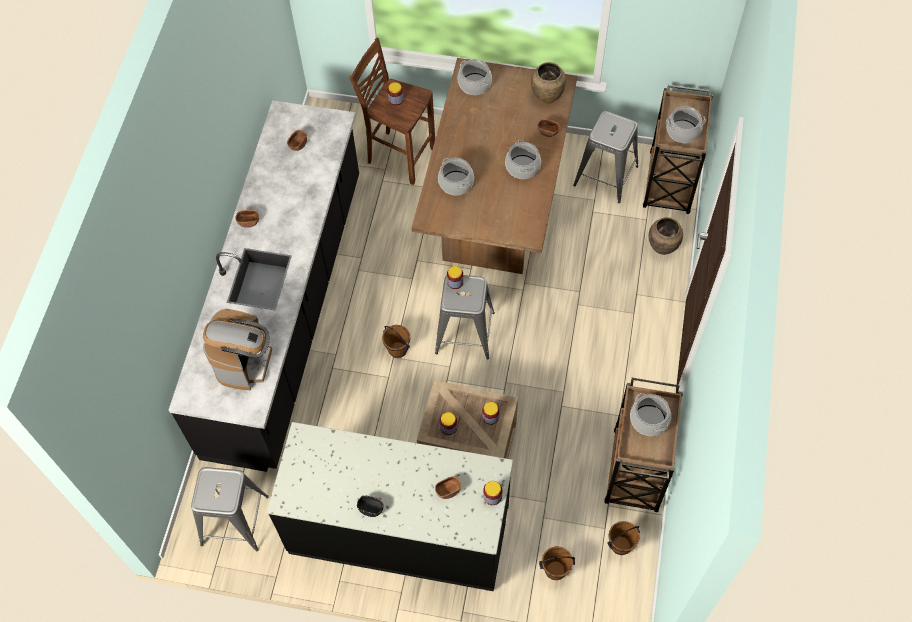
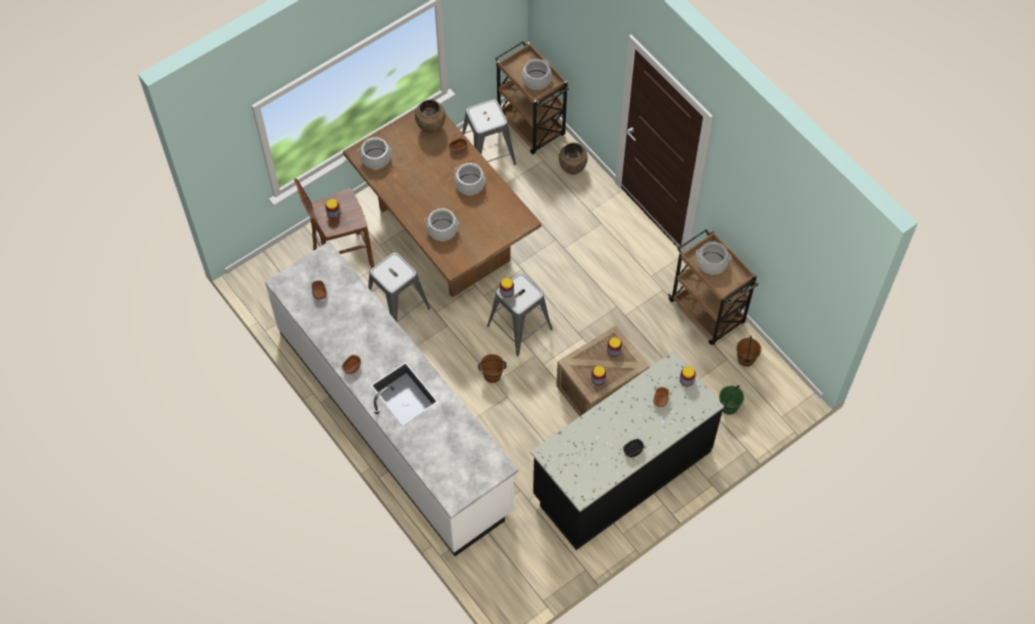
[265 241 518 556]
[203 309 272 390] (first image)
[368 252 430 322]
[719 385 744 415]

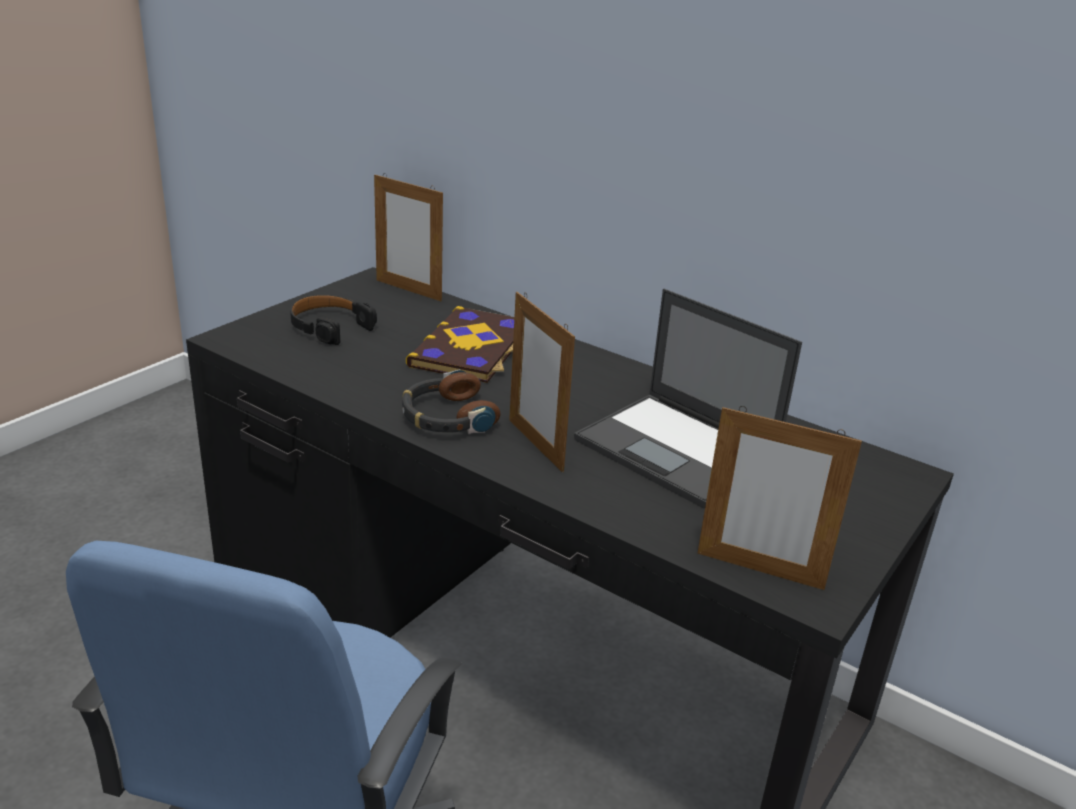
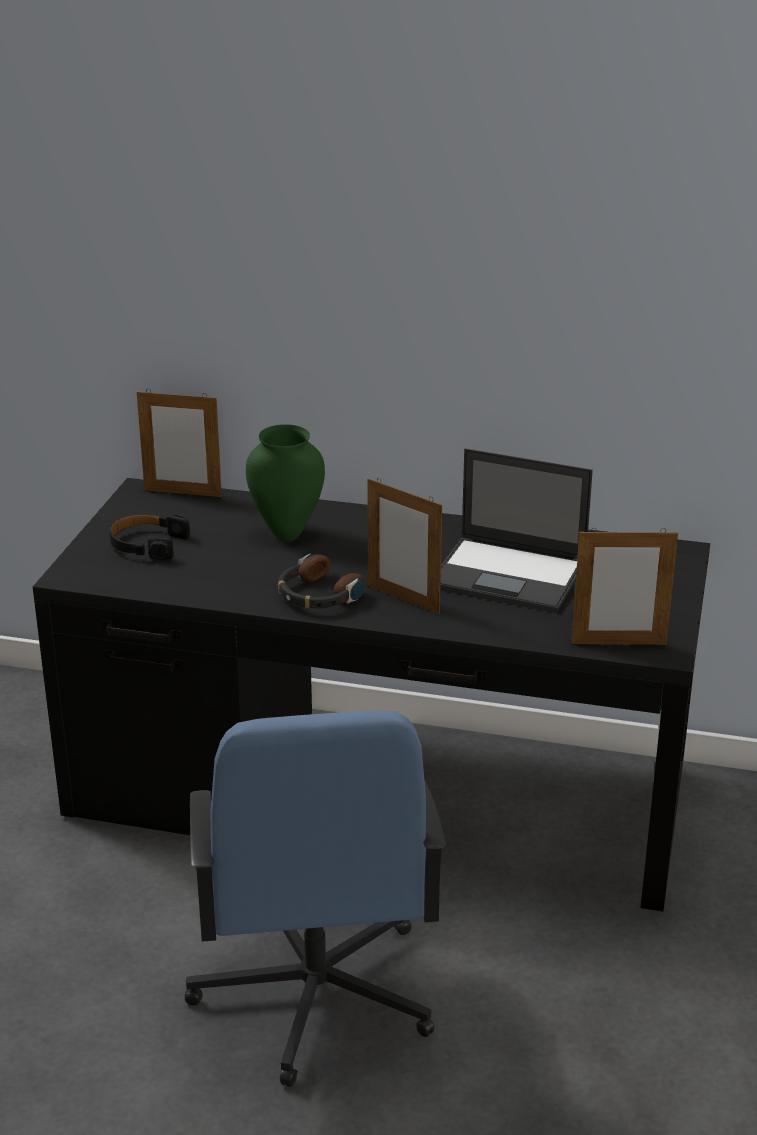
[246 424 325 541]

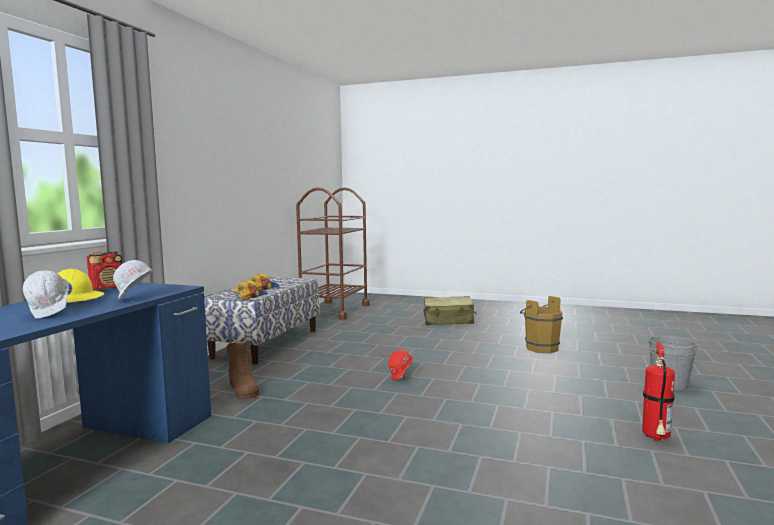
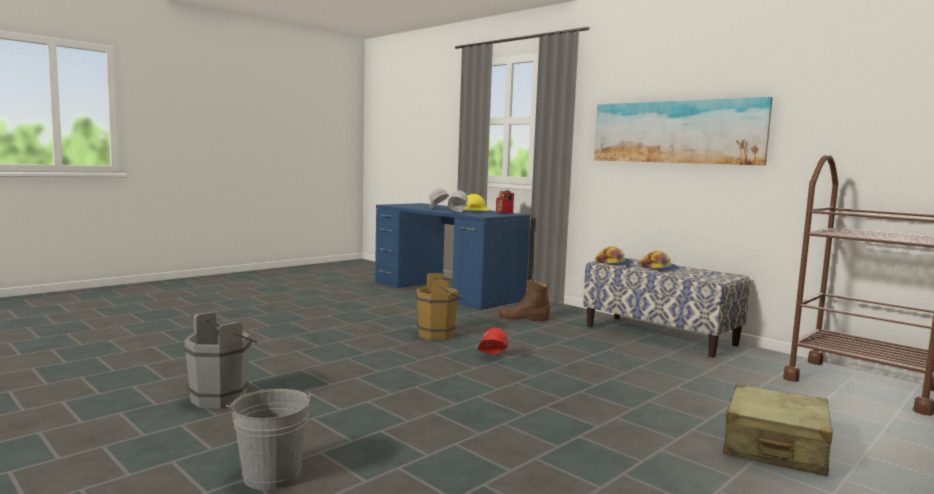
[415 273 464 340]
[183 312 257 409]
[594 97 772 165]

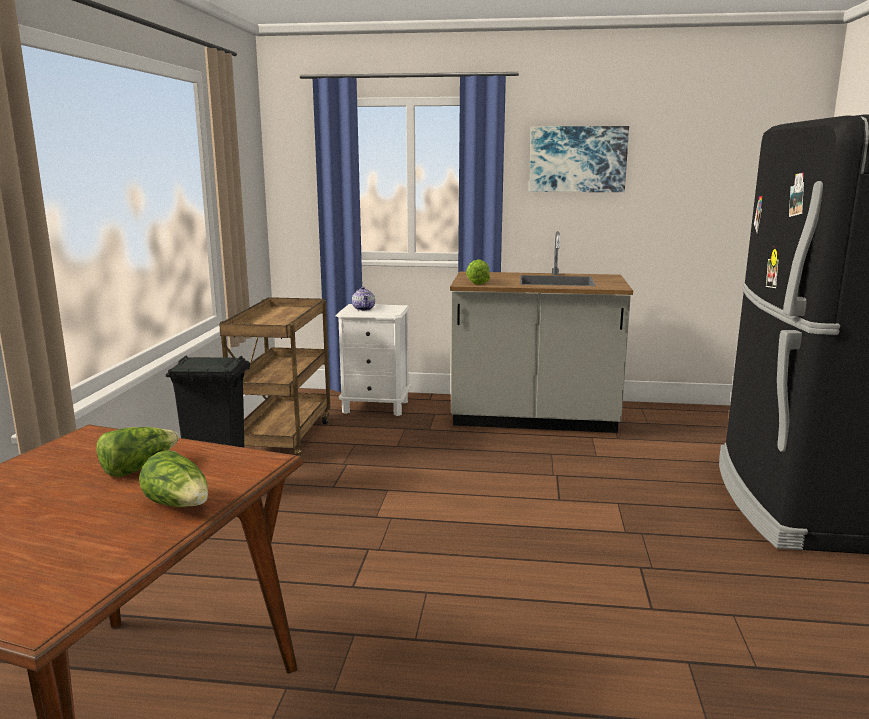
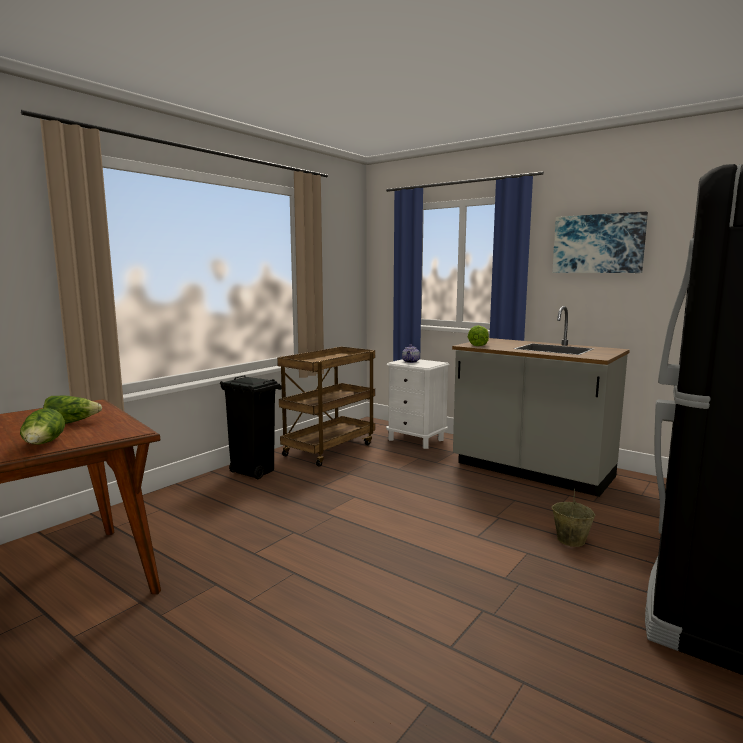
[551 489 595 547]

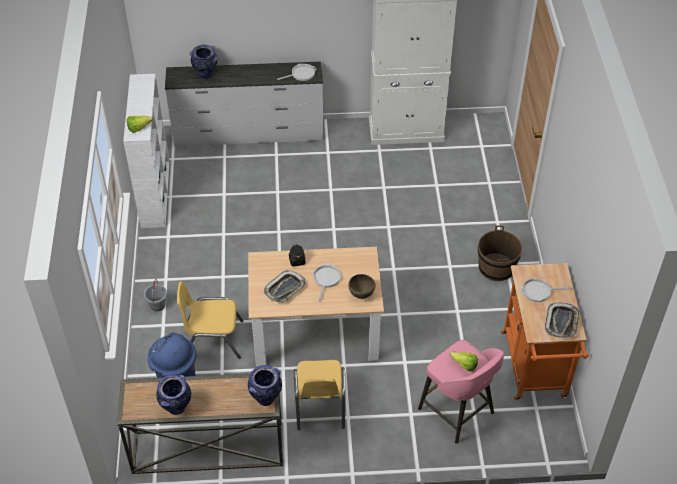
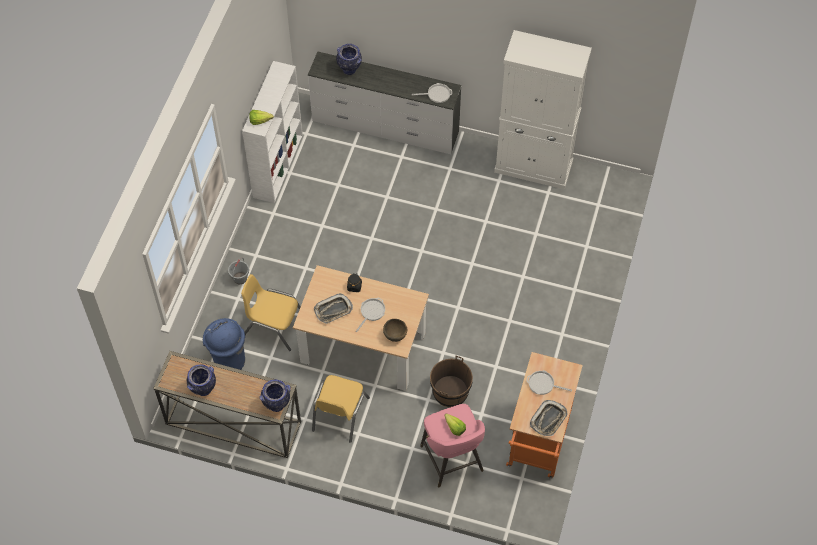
[430 356 473 407]

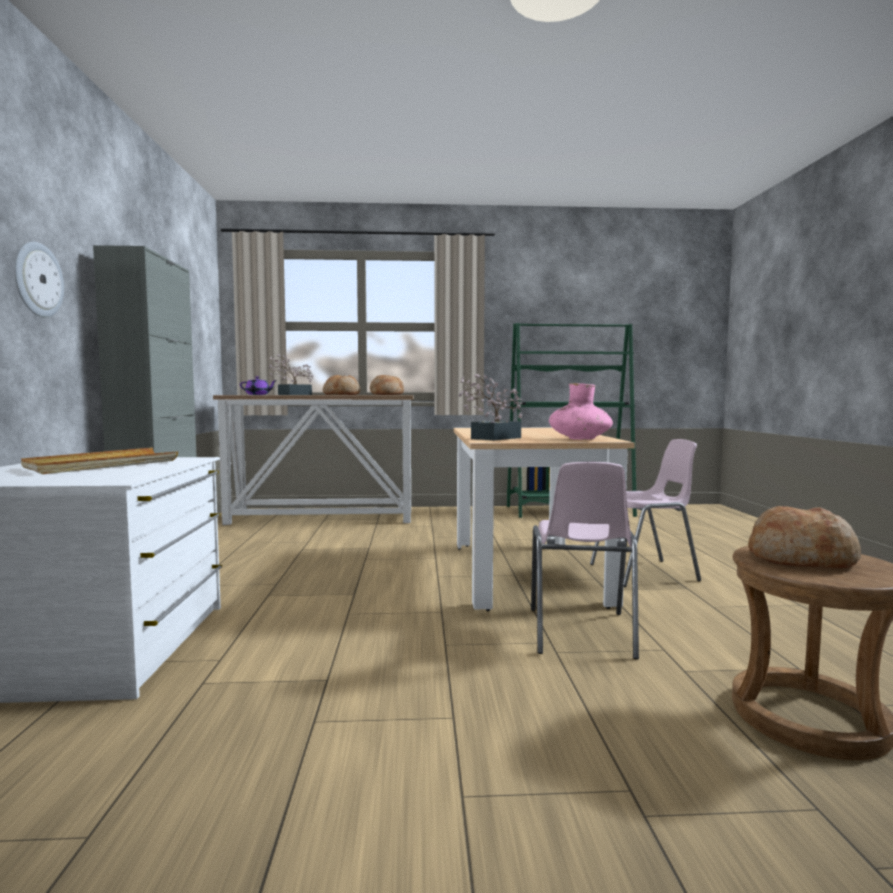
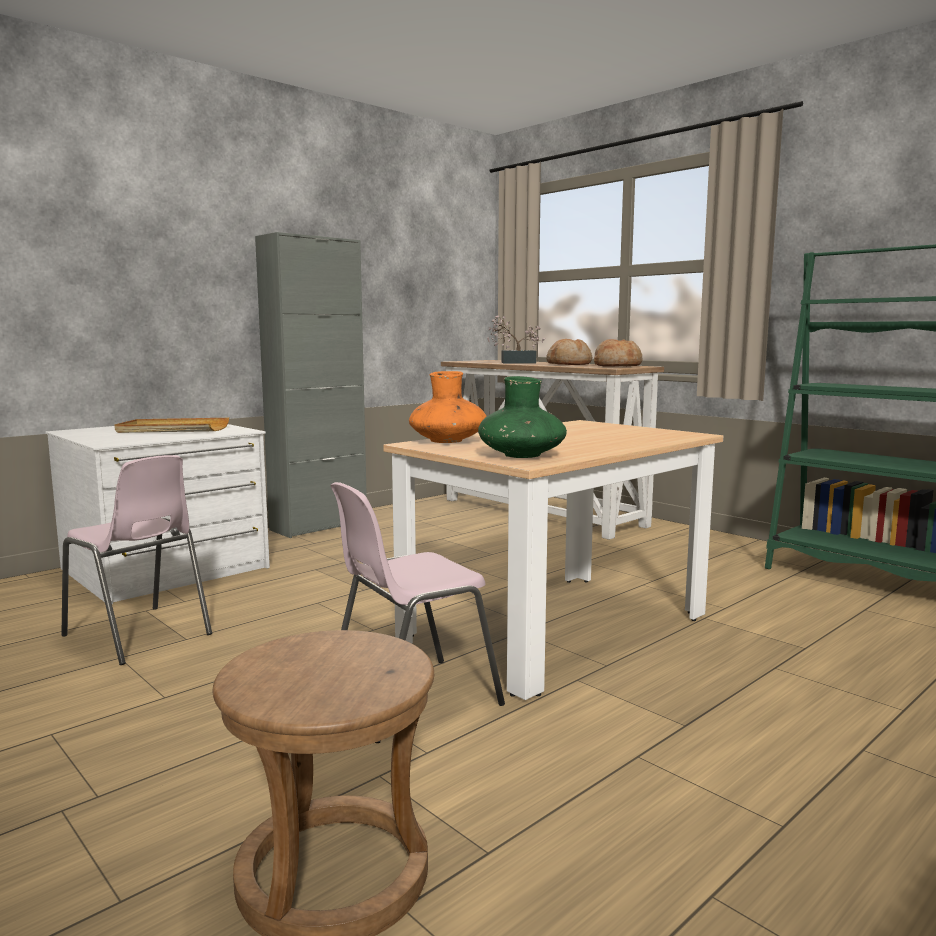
[14 242 64 317] (first image)
[409 371 487 443]
[240 376 277 395] (first image)
[478 376 567 458]
[62 455 212 665]
[748 506 861 568] (first image)

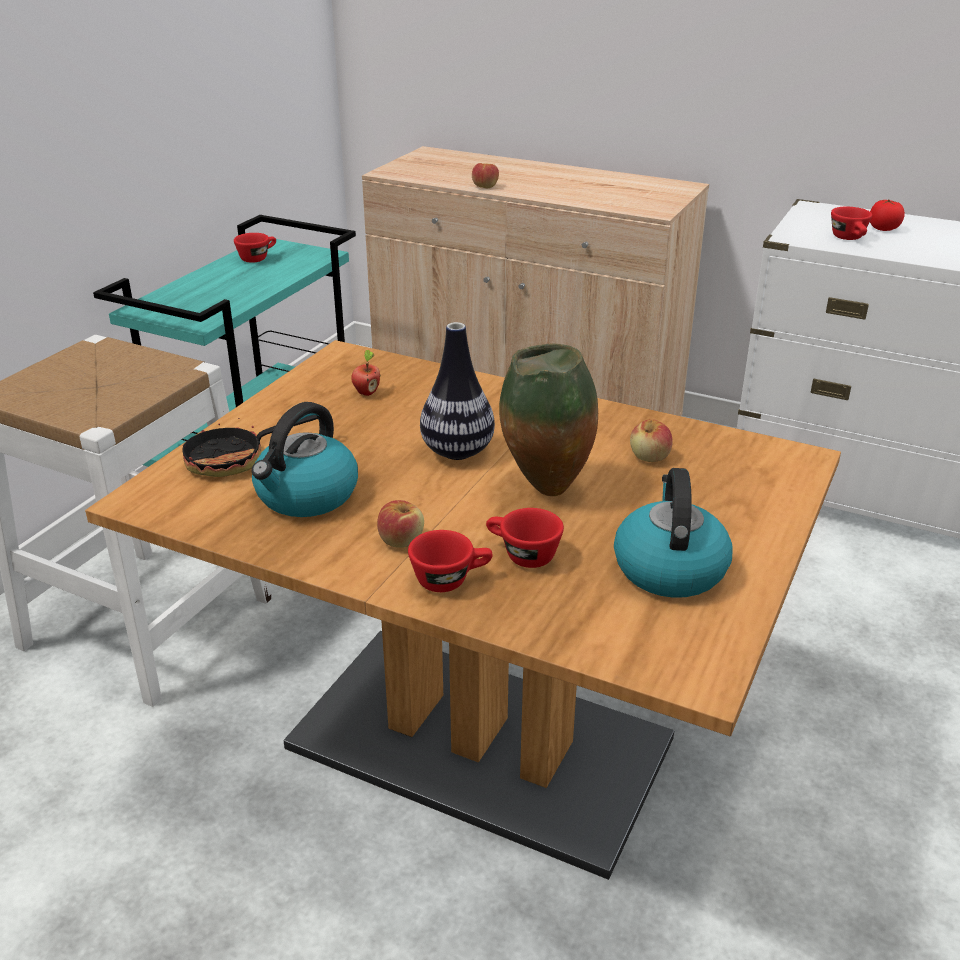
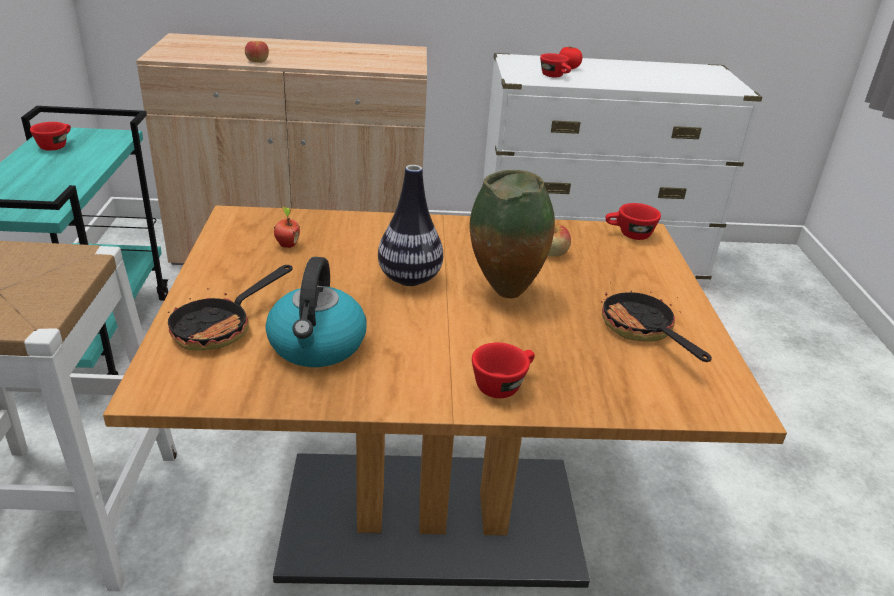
[600 282 712 362]
[377 500 424 548] (first image)
[605 203 661 240]

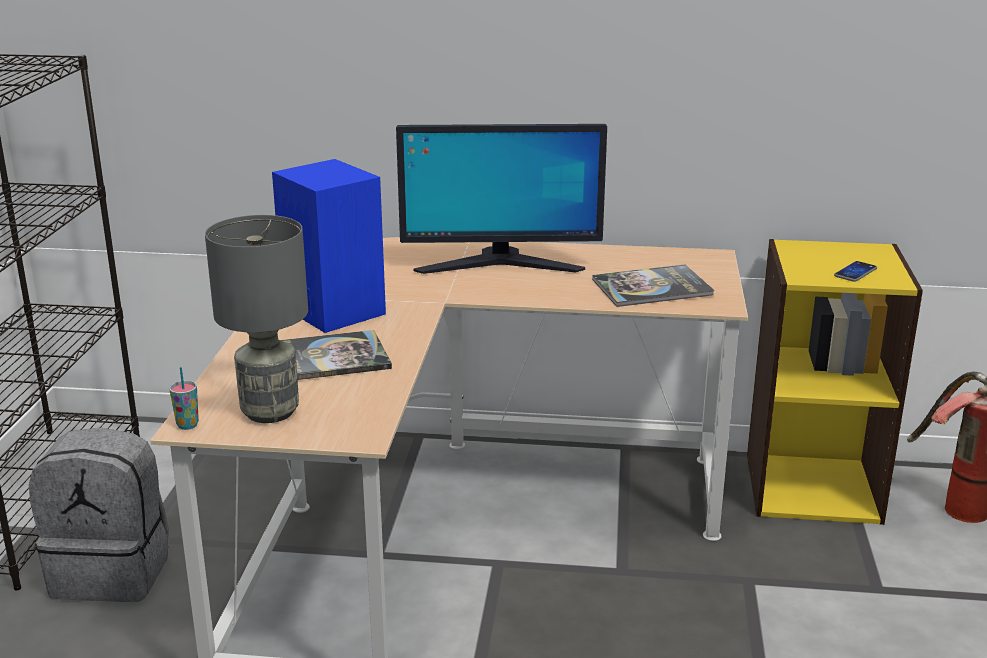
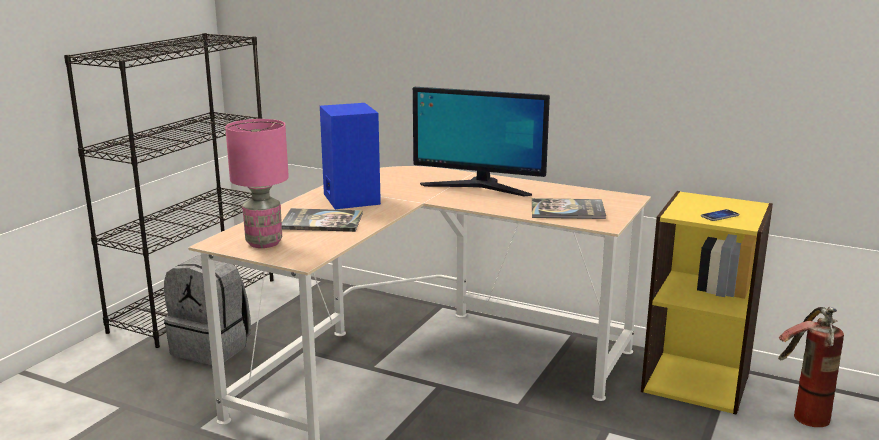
[225 119 289 248]
[169 367 199 430] (first image)

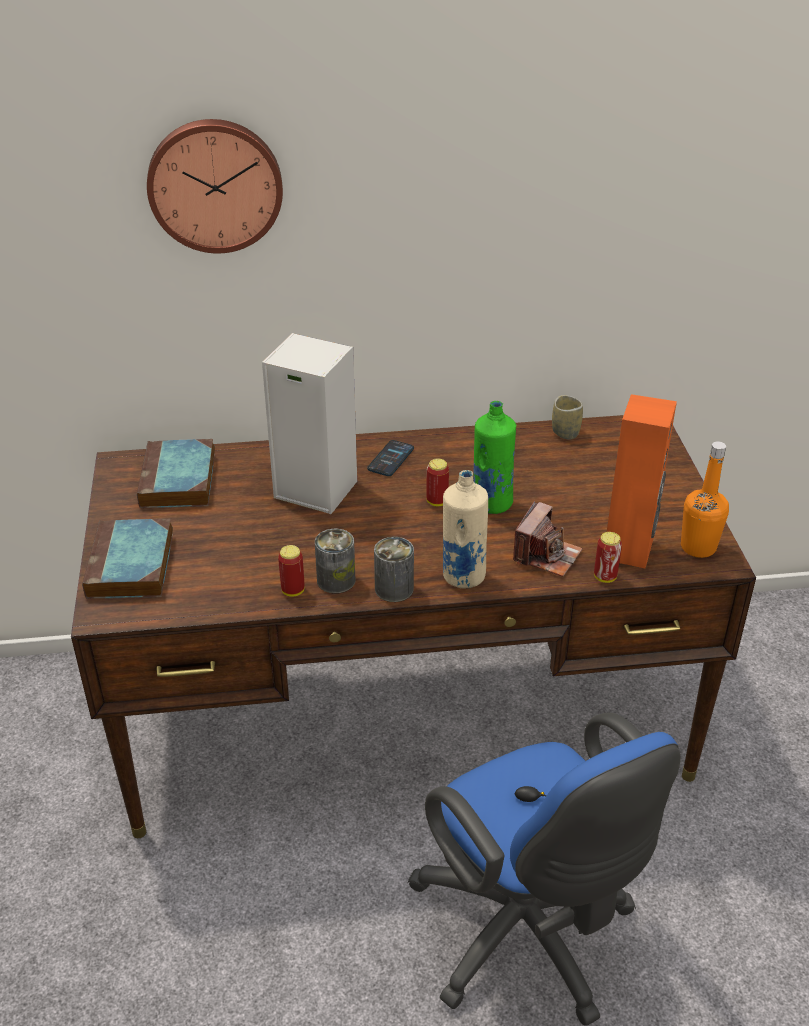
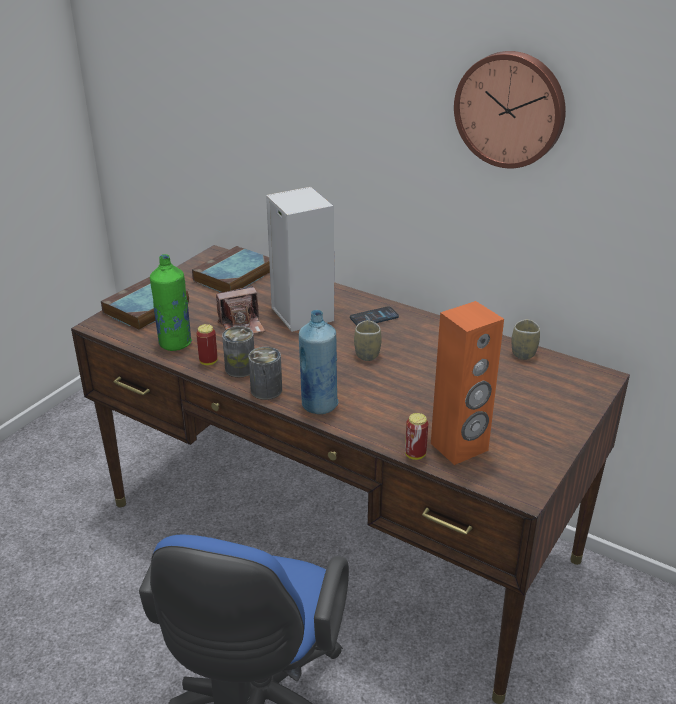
[454 51 566 169]
[150 254 192 351]
[681 442 729 558] (first image)
[354 320 382 361]
[299 310 338 414]
[216 286 265 334]

